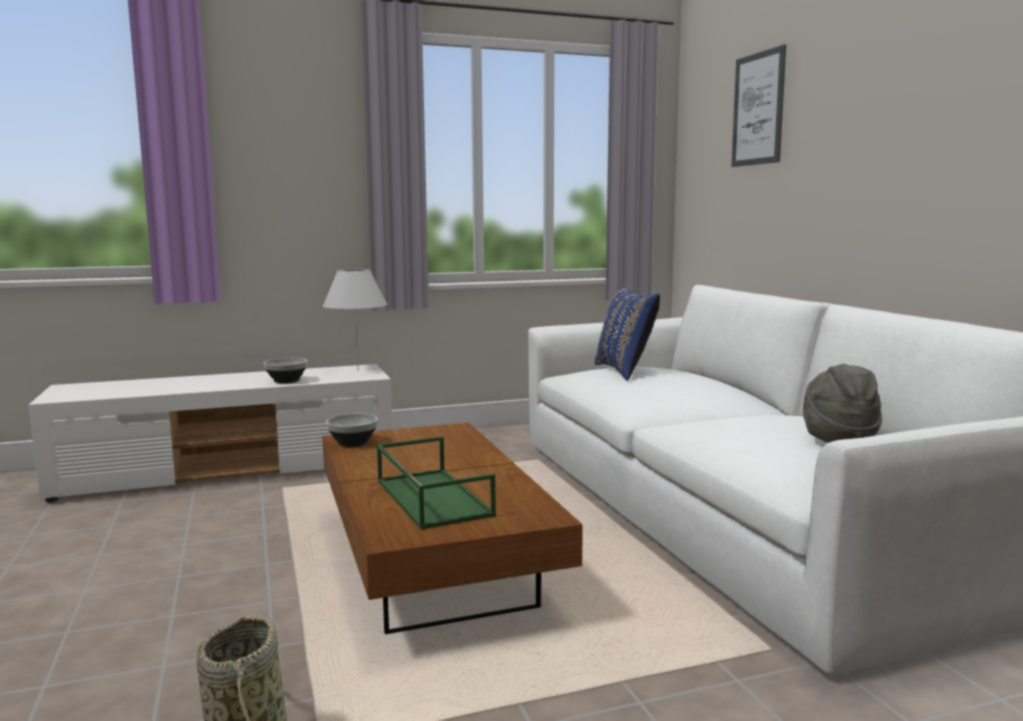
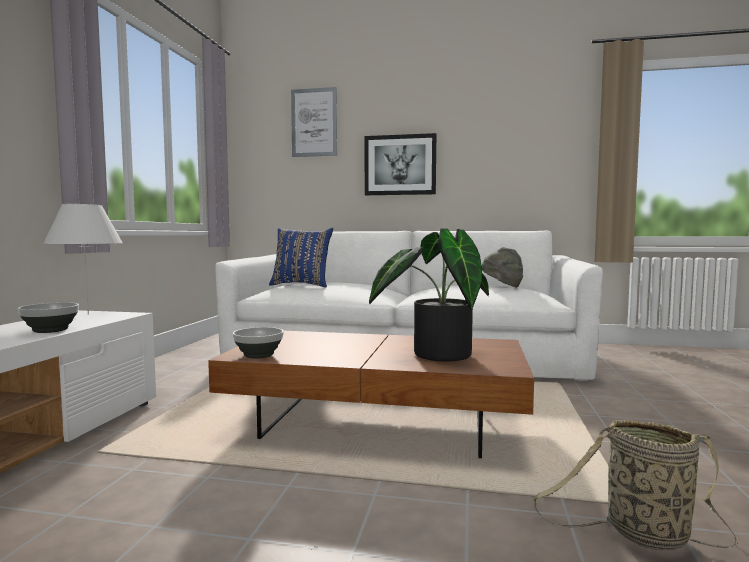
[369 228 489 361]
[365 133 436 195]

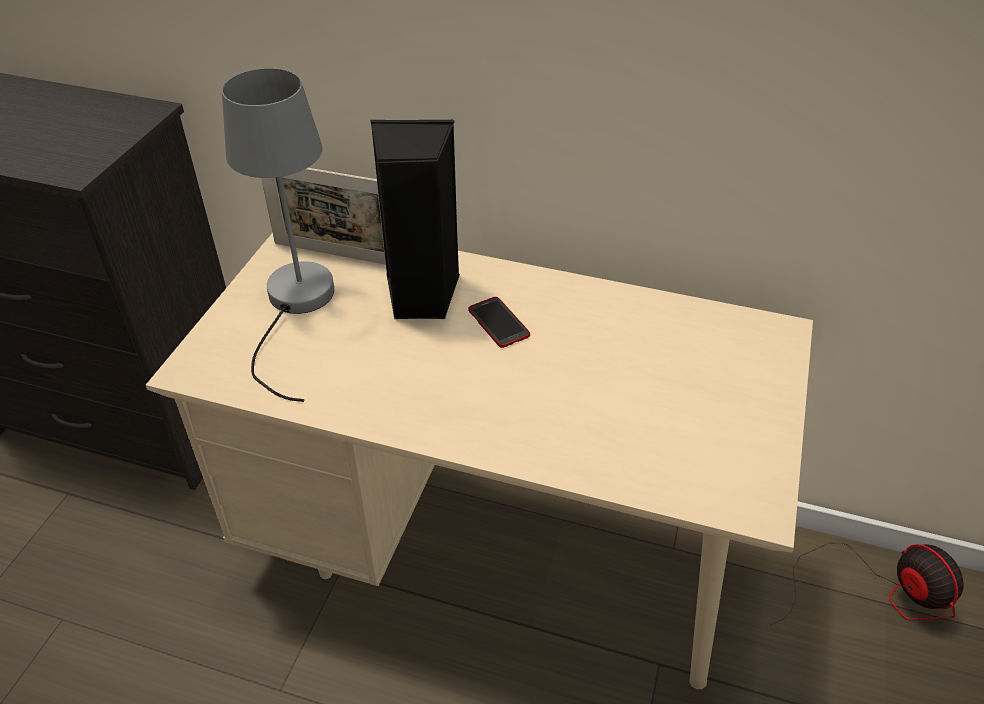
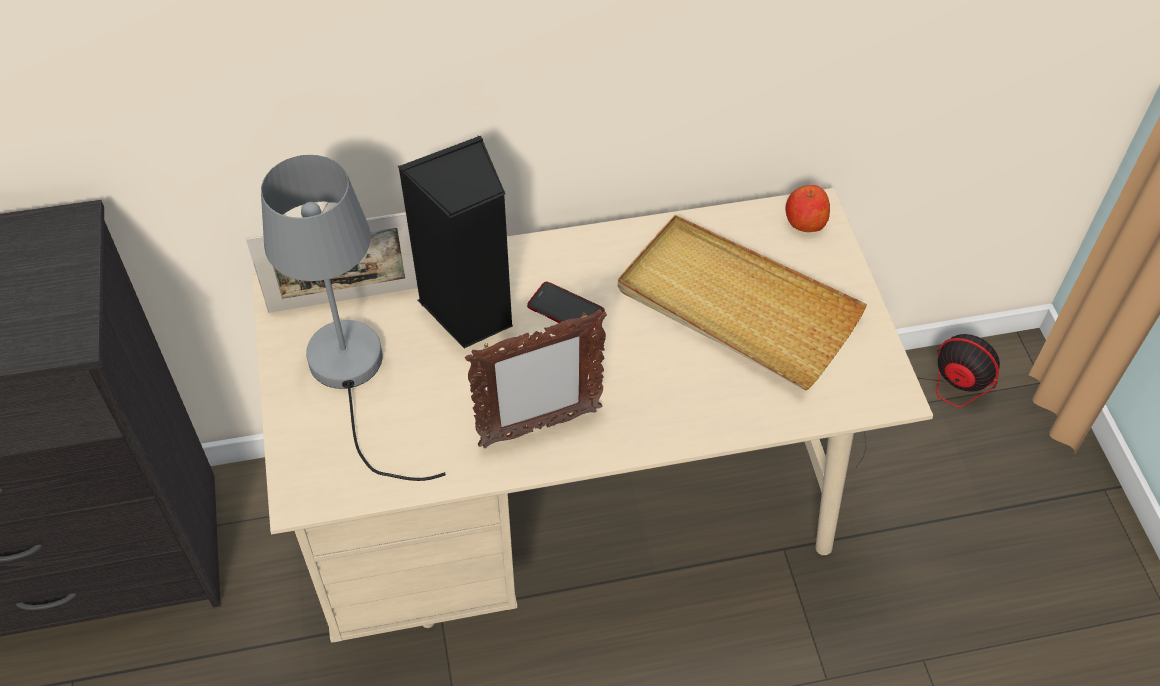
[786 185 830 232]
[618 215 867 391]
[465 309 607 448]

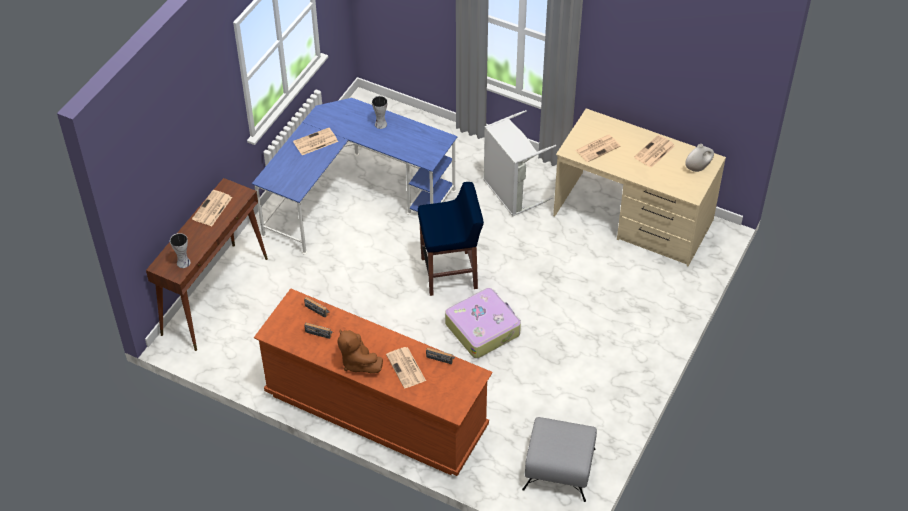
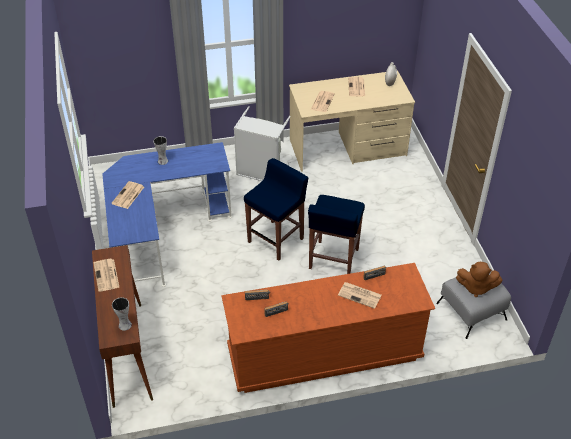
[308 195 365 274]
[456 262 502 297]

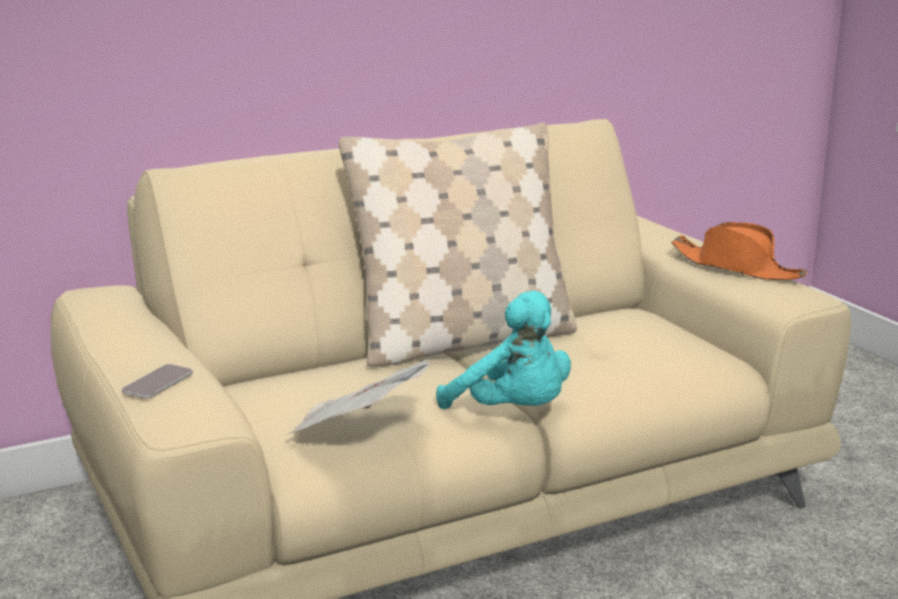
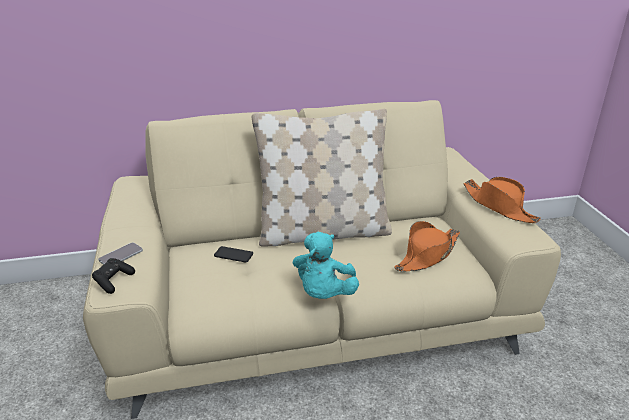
[293 232 359 299]
[287 358 431 435] (first image)
[394 221 460 271]
[214 246 253 262]
[92 258 135 294]

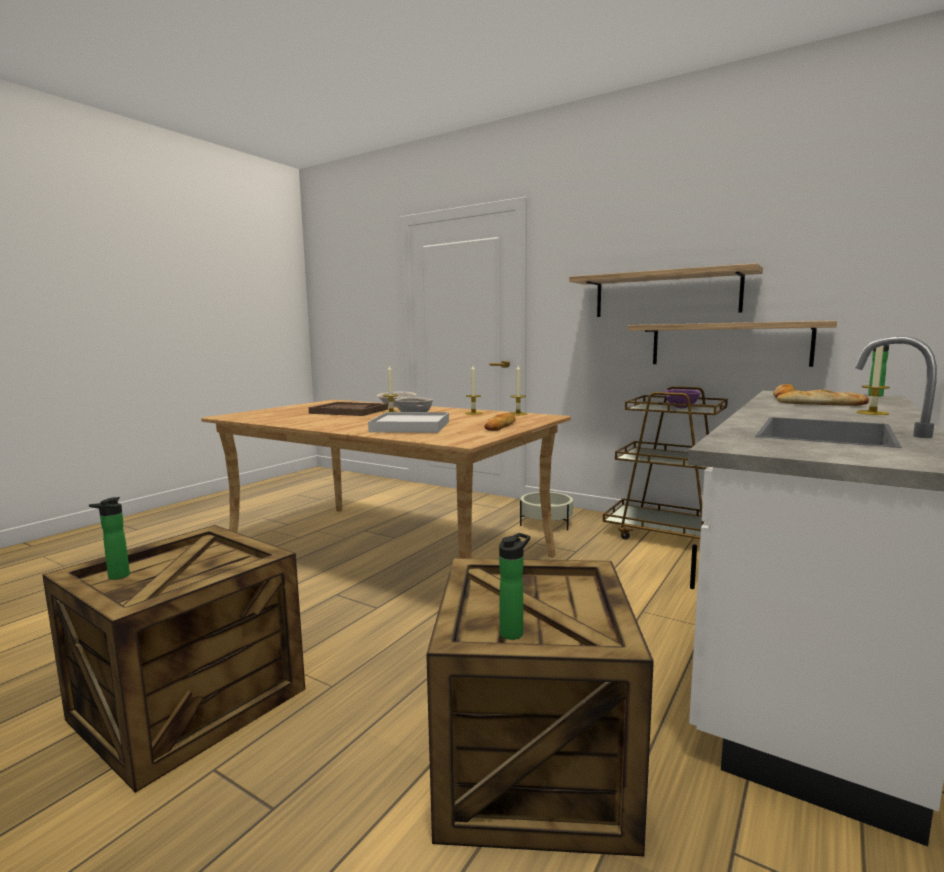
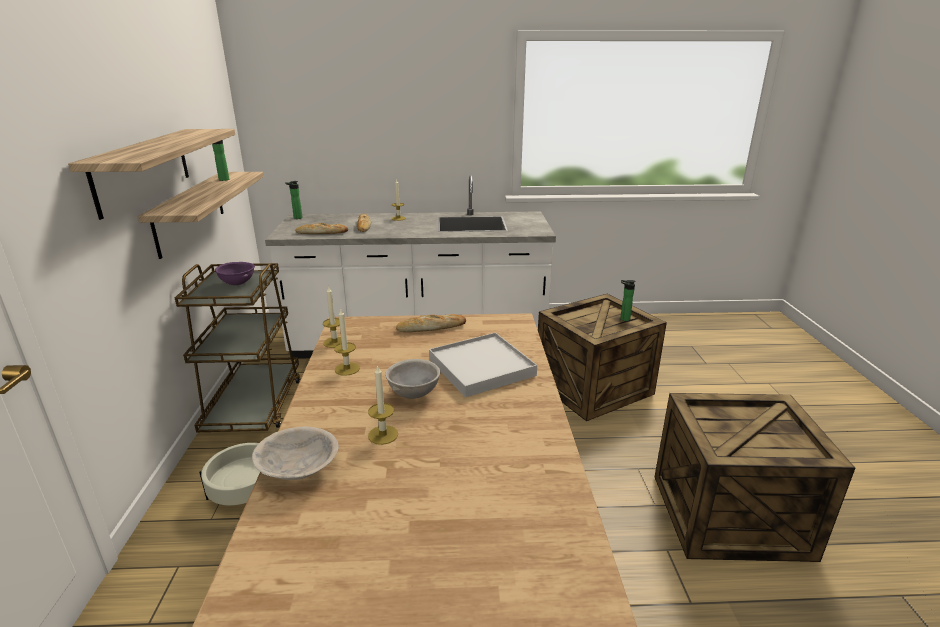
[309 402 388 416] (first image)
[212 140 229 181]

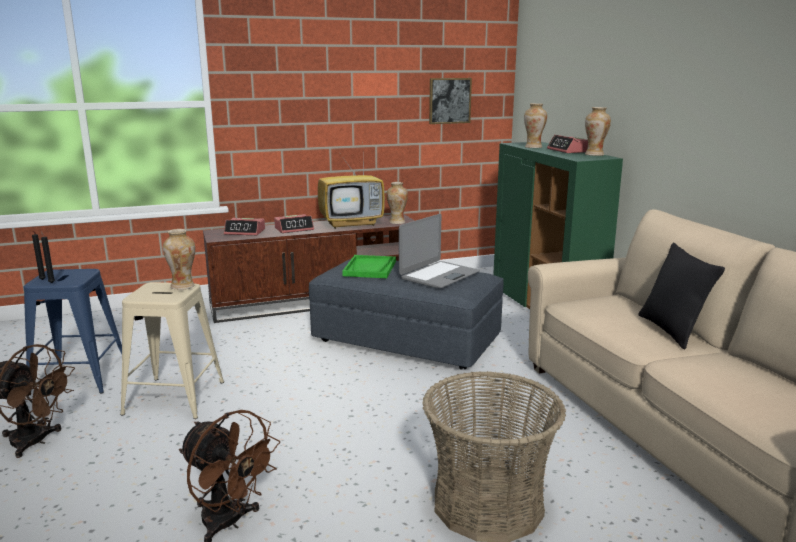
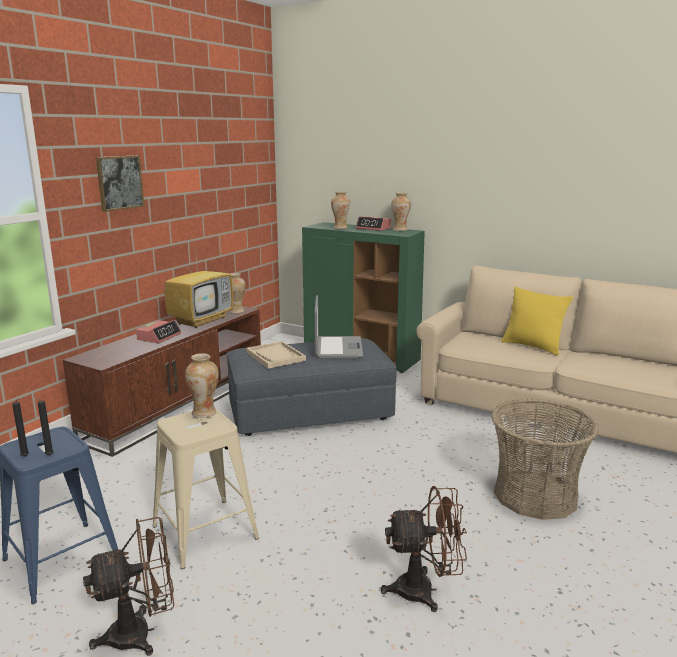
[96 155 144 212]
[224 218 265 235] (first image)
[501 287 573 355]
[246 341 306 369]

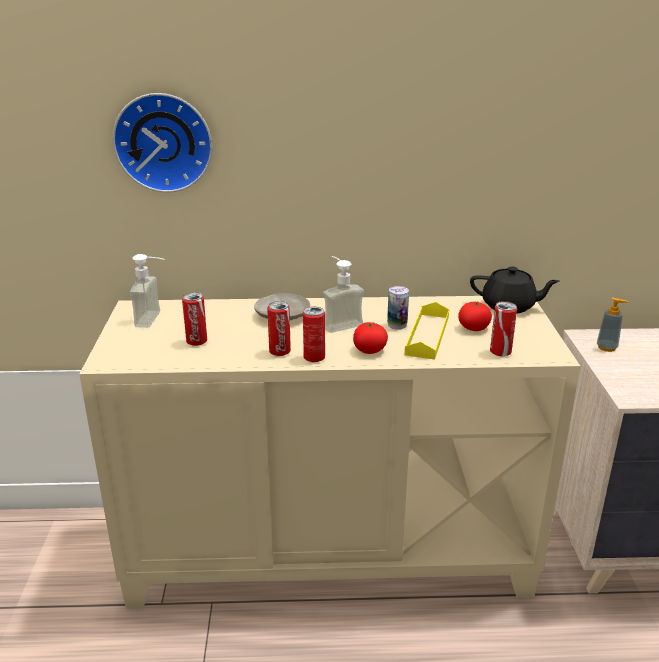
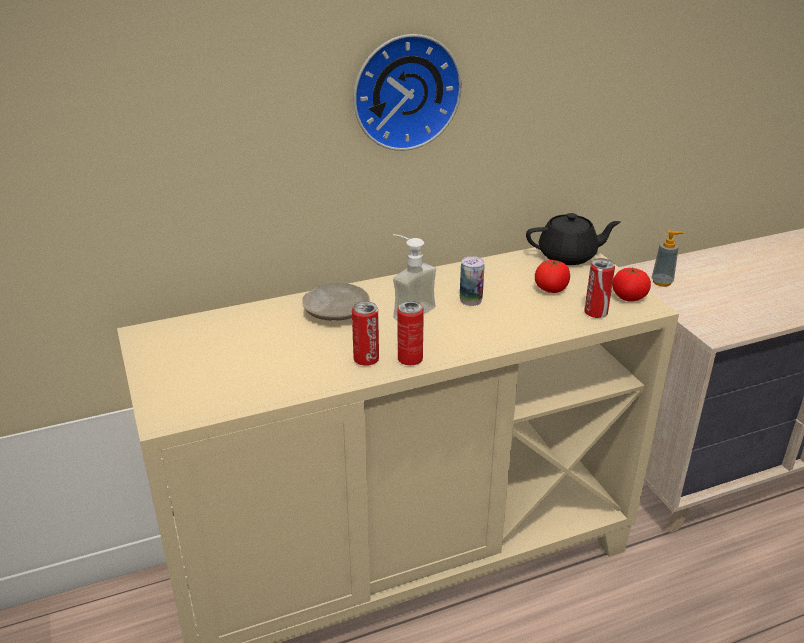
[353 34 462 151]
[130 254 164 328] (first image)
[182 292 207 346] (first image)
[405 302 449 360] (first image)
[612 267 651 302]

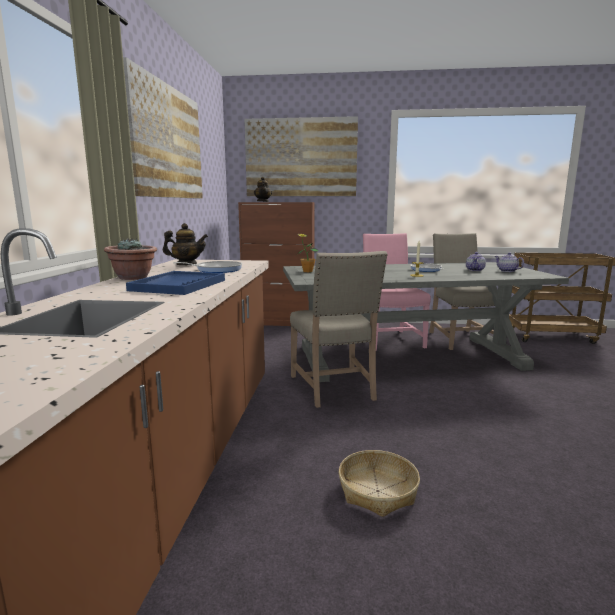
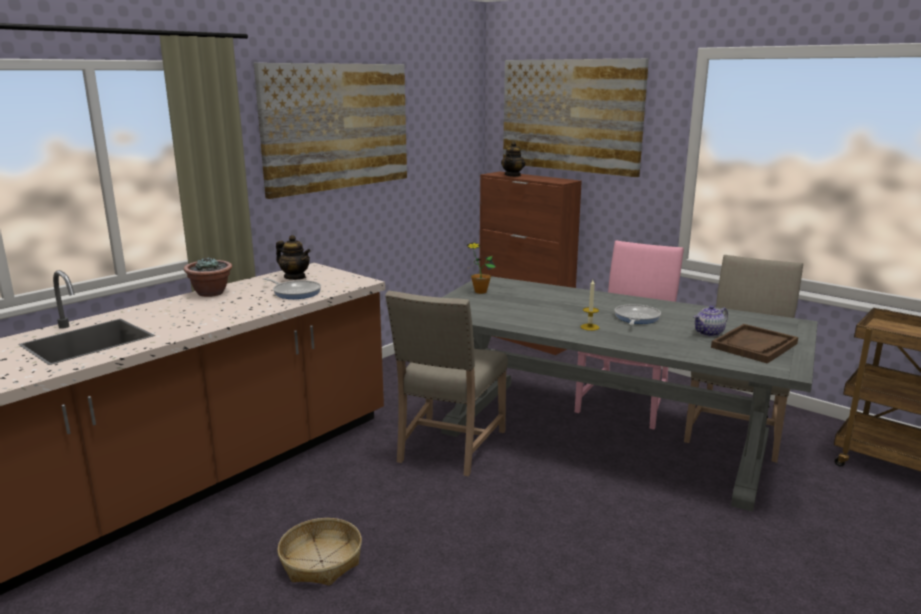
[711 324 798 364]
[126 271 225 295] (first image)

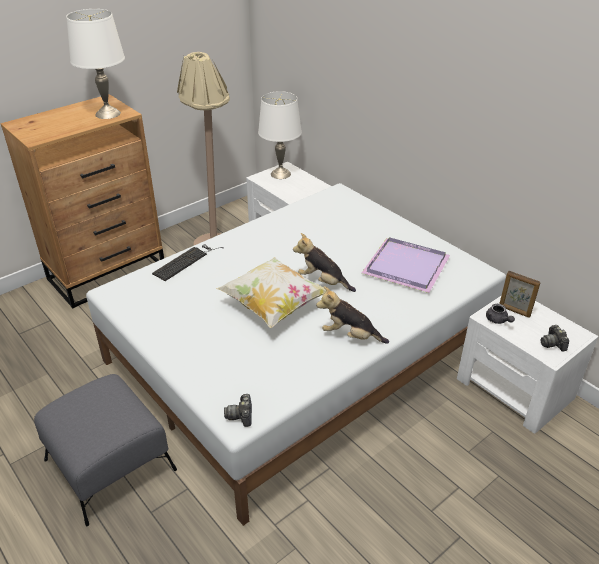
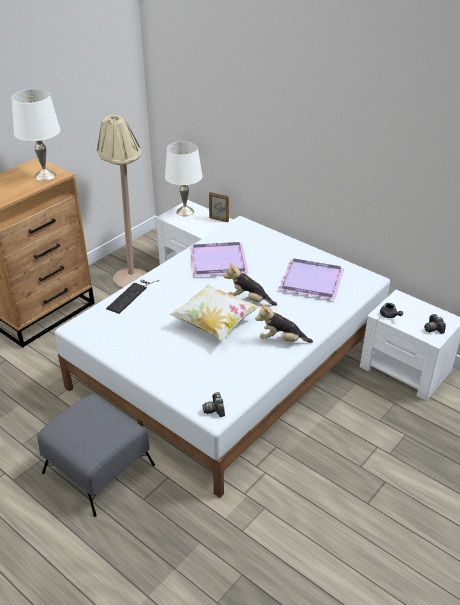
[209 192 229 222]
[190 242 249 276]

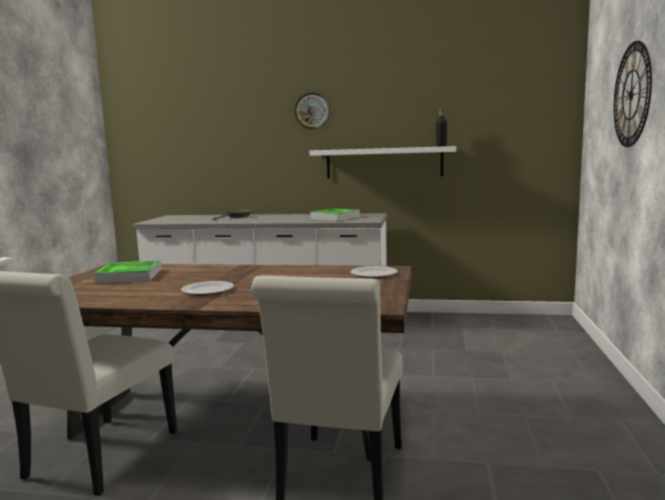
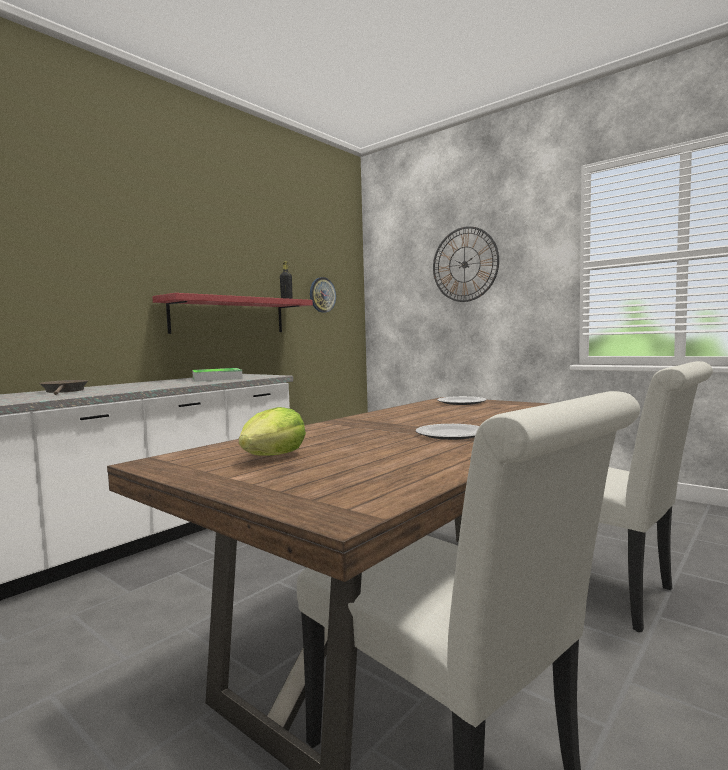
[310 277 336 313]
[152 293 313 334]
[239 407 306 456]

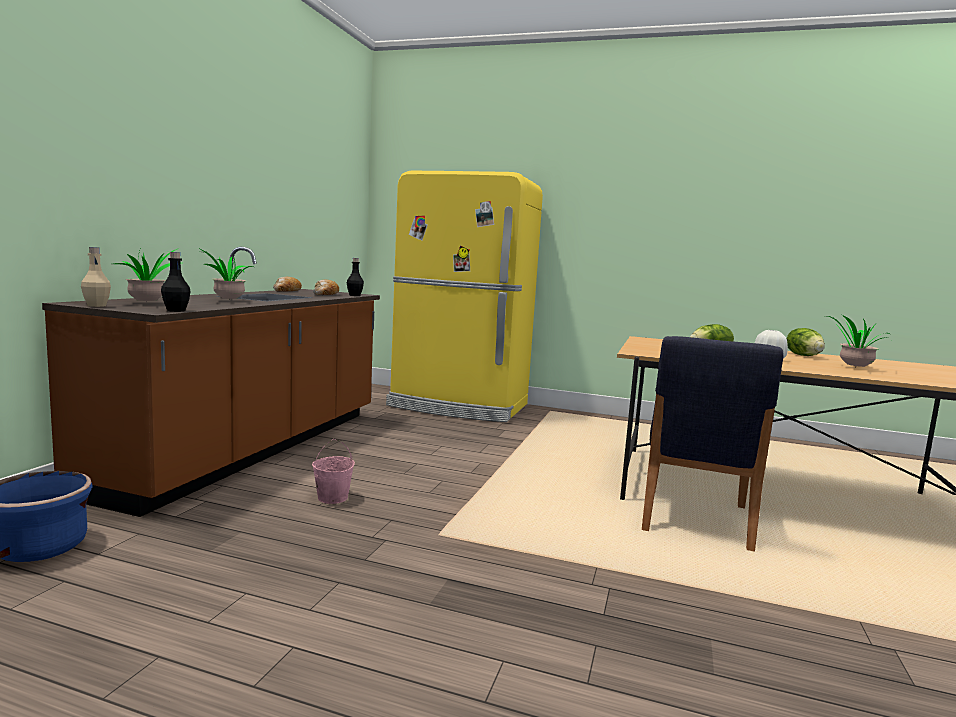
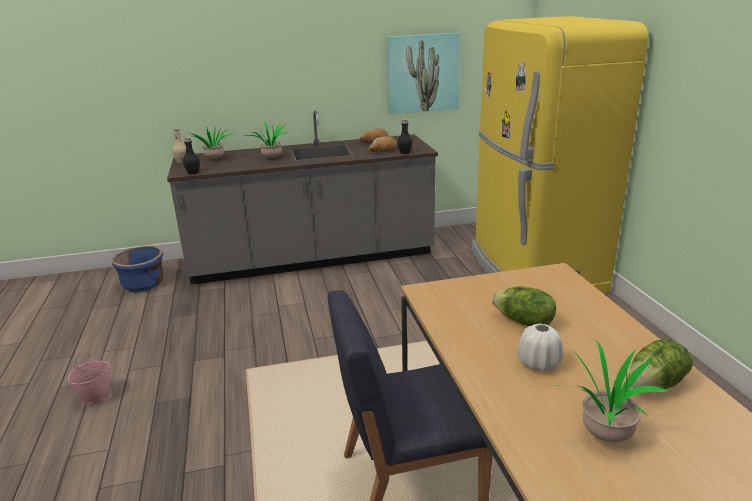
[167 111 438 285]
[68 352 111 406]
[386 33 460 114]

